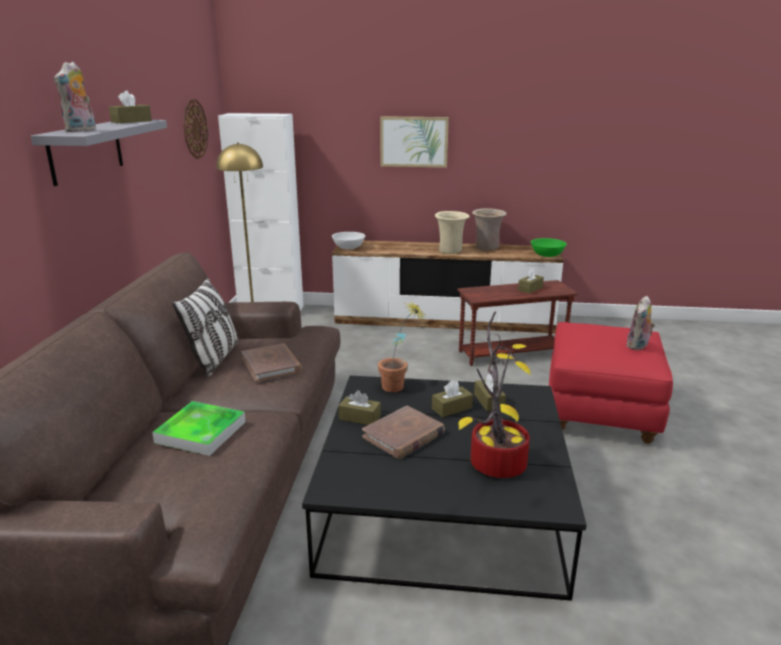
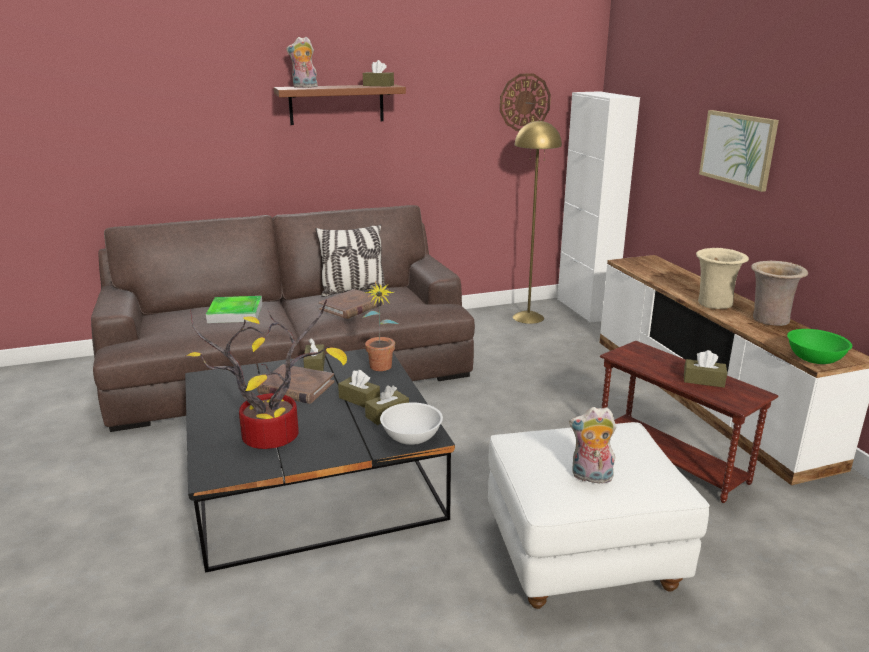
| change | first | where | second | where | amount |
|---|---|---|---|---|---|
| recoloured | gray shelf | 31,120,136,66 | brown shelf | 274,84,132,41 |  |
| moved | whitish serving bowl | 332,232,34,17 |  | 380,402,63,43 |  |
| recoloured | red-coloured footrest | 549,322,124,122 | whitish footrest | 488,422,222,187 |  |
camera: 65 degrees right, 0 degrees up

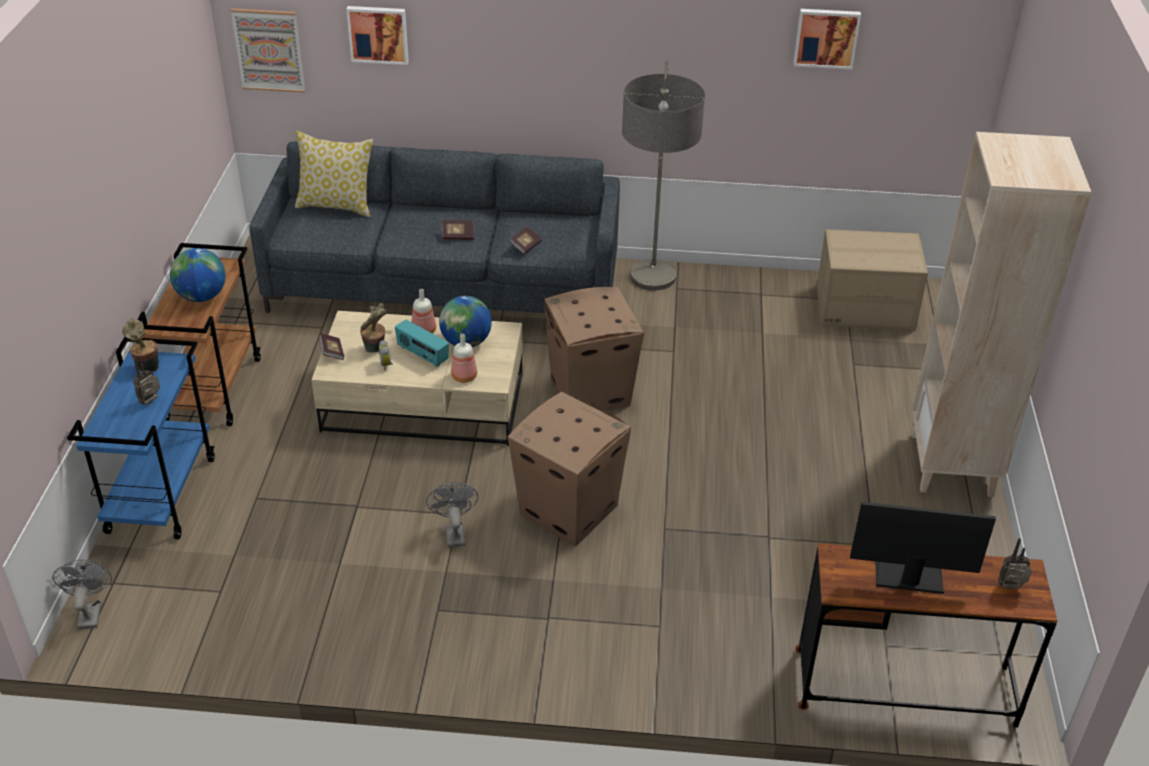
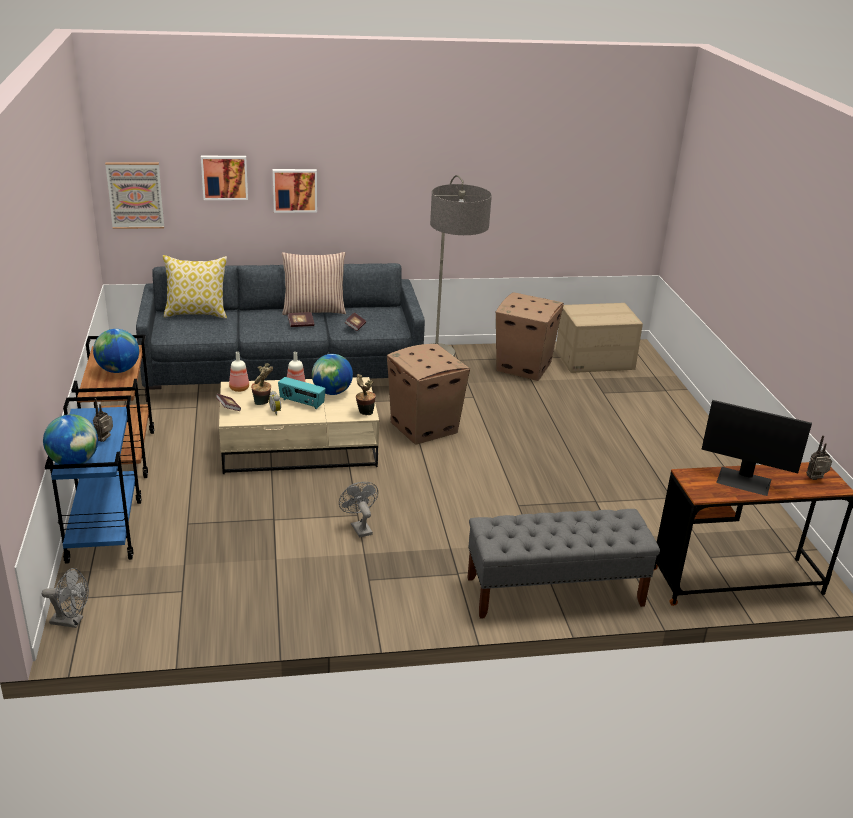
| change | first | where | second | where | amount |
|---|---|---|---|---|---|
| turned | gray fan | 53,560,59,69 |  | 42,568,47,60 | 120 degrees clockwise |
| added |  |  | world globe | 43,414,55,51 |  |
| moved | bottle | 451,334,26,49 |  | 229,352,20,40 |  |
| moved | picture | 794,9,67,60 |  | 273,169,44,44 |  |
| added |  |  | pillow | 282,252,64,63 |  |
| moved | houseplant | 122,318,37,54 |  | 356,374,20,41 |  |
| added |  |  | gray long seat | 467,509,193,110 |  |
| moved | cardboard box | 508,392,123,155 |  | 496,292,68,89 |  |
| turned | computer display | 850,502,146,92 |  | 701,400,111,96 | 150 degrees counterclockwise |
| removed | sand-coloured bookcase | 911,132,180,365 |  |  |  |
camera: 15 degrees left, 10 degrees down

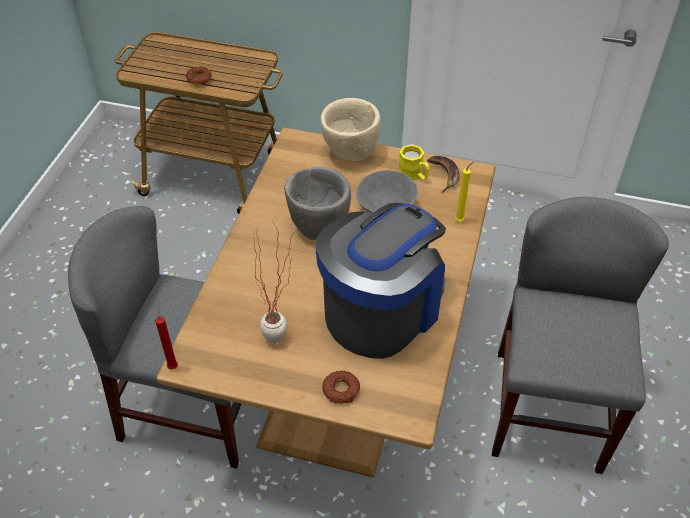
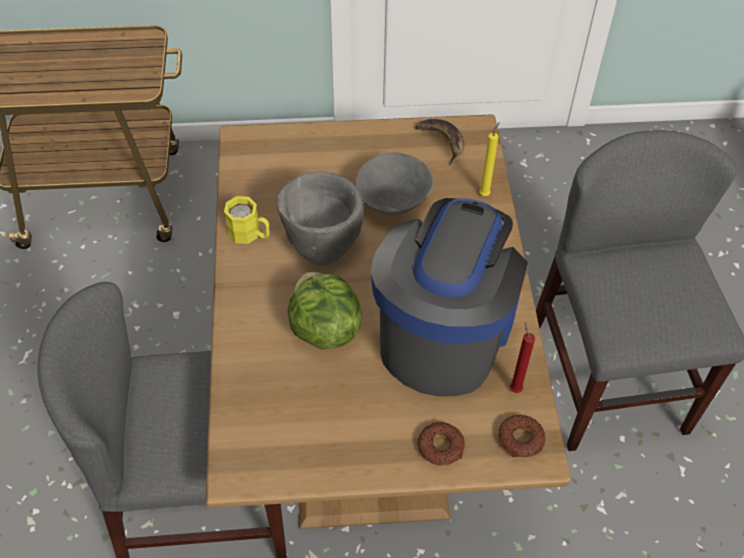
| change | first | where | second | where | amount |
|---|---|---|---|---|---|
| moved | yellowish coffee mug | 398,144,32,36 |  | 224,196,46,48 |  |
| added |  |  | lettuce | 288,272,74,77 |  |
| moved | donut | 186,67,26,18 |  | 498,415,48,43 |  |
| moved | red-coloured candle | 155,307,23,63 |  | 510,322,25,71 |  |
| removed | houseplant | 253,220,43,123 |  |  |  |
| removed | sand-coloured serving bowl | 320,98,61,63 |  |  |  |
camera: 20 degrees left, 5 degrees up

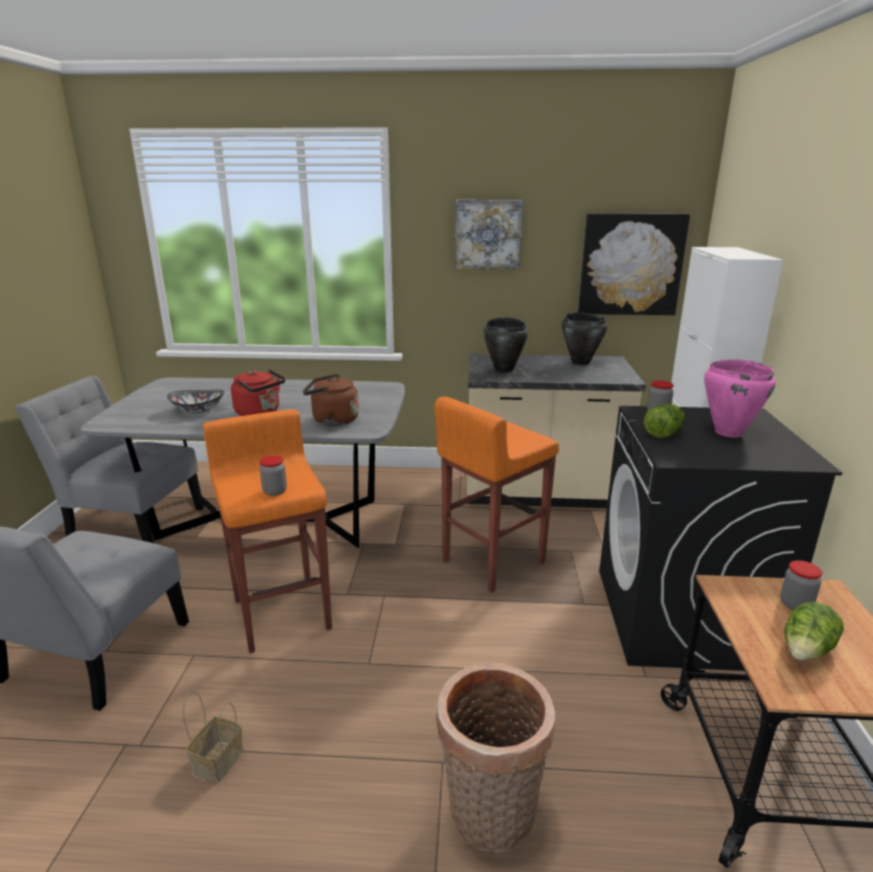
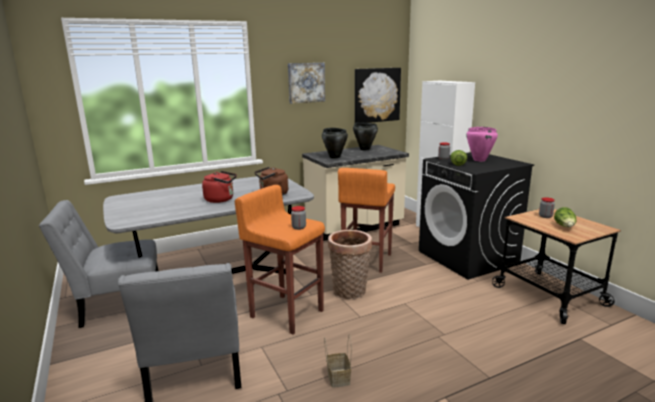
| change | first | where | second | where | amount |
|---|---|---|---|---|---|
| moved | storage basket | 436,663,119,189 |  | 328,230,44,69 |  |
| removed | serving bowl | 167,390,57,23 |  |  |  |
camera: 30 degrees left, 5 degrees down

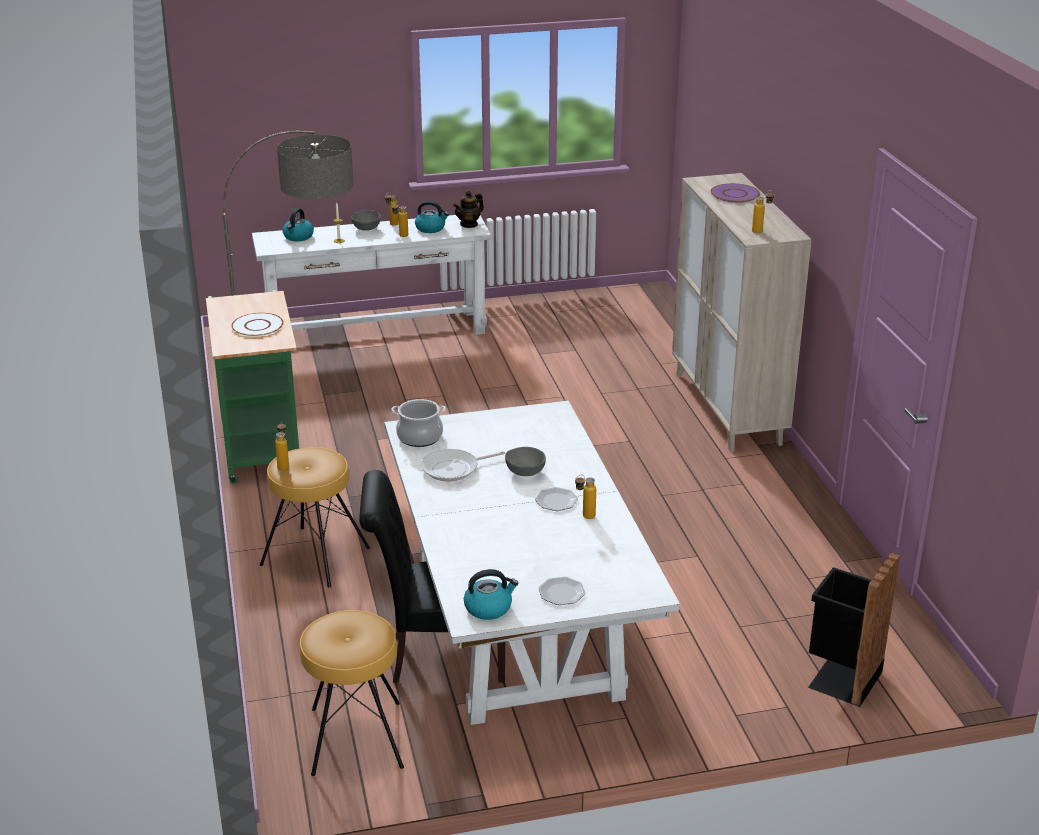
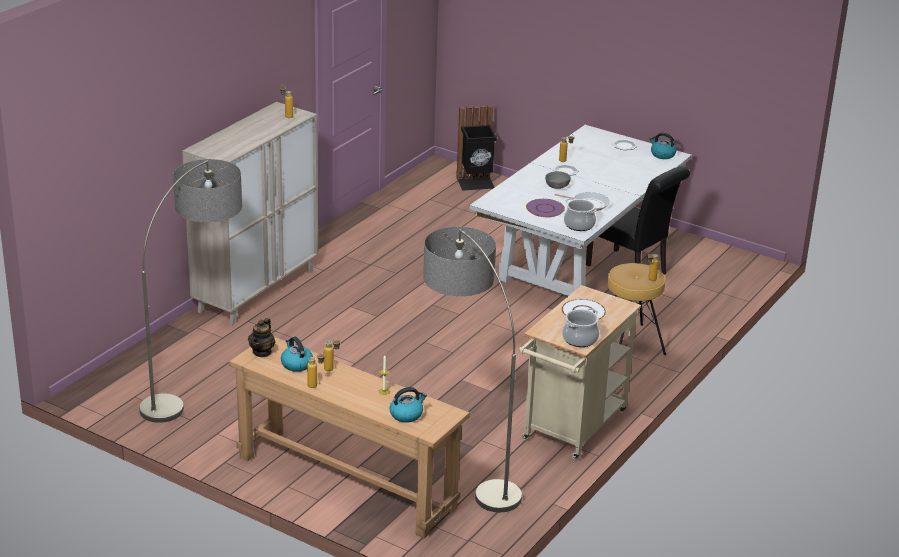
| change | first | where | second | where | amount |
|---|---|---|---|---|---|
| added |  |  | floor lamp | 139,159,103,264 |  |
| recoloured | whitish narrow table | 252,215,240,120 | brown narrow table | 229,337,241,202 |  |
| turned | teapot | 453,191,31,37 |  | 248,318,27,39 | 105 degrees clockwise |
| recoloured | green-coloured trolley | 205,290,94,194 | sand-coloured trolley | 518,285,123,175 |  |
| moved | purplish flat dish | 711,183,49,20 |  | 526,199,39,18 |  |
| added |  |  | stockpot | 562,308,37,39 |  |
| removed | brown stool seat | 300,610,104,166 |  |  |  |
| removed | gray serving bowl | 351,210,30,21 |  |  |  |
camera: 135 degrees left, 0 degrees up

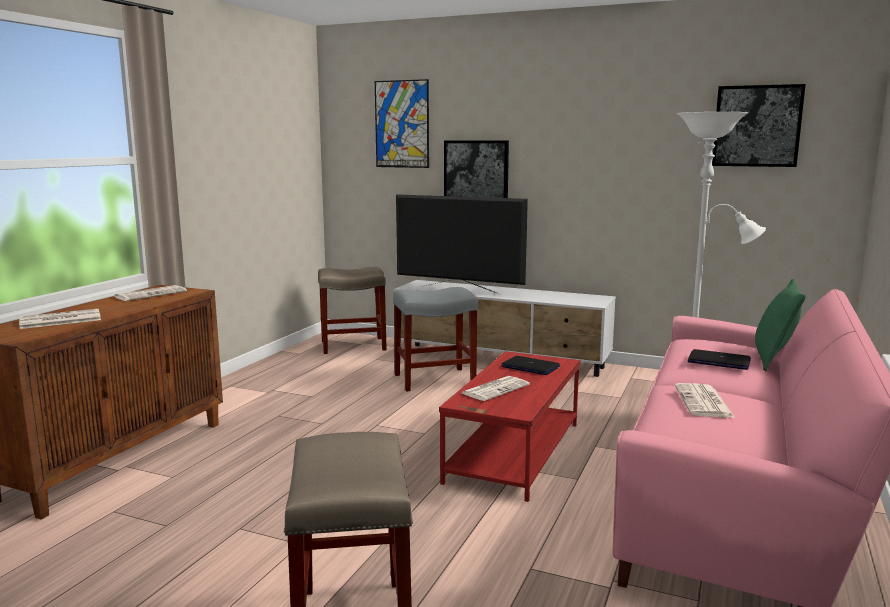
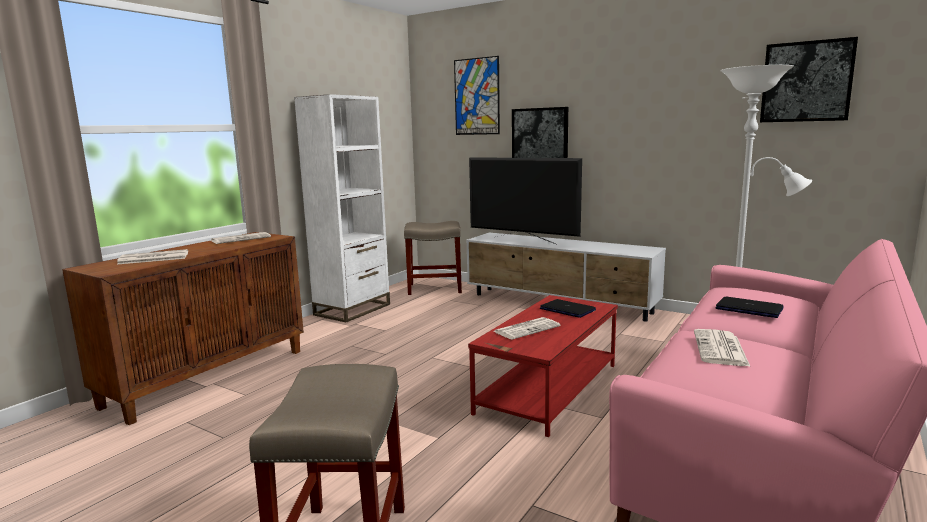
| change | first | where | second | where | amount |
|---|---|---|---|---|---|
| added |  |  | whitish bookcase | 294,94,96,228 |  |
| removed | gray stool seat | 393,287,85,105 |  |  |  |
| removed | green-coloured pillow | 755,279,51,92 |  |  |  |
camera: 10 degrees right, 0 degrees up

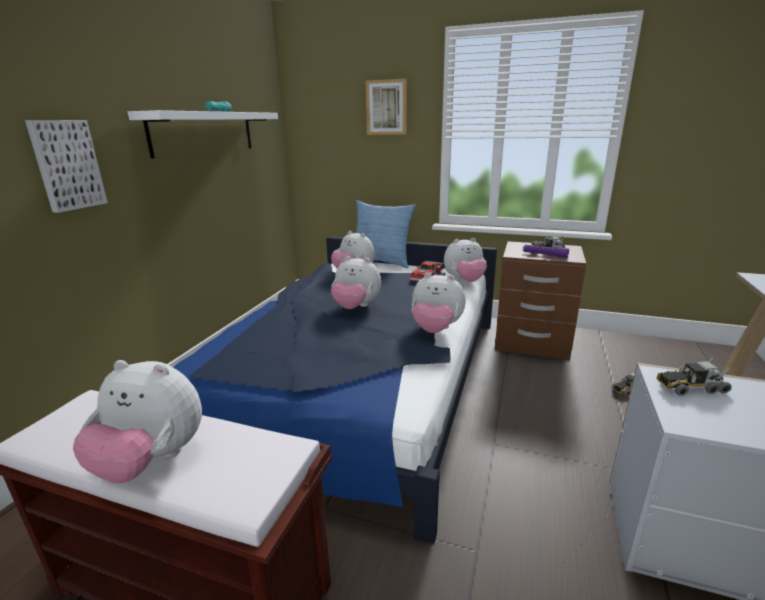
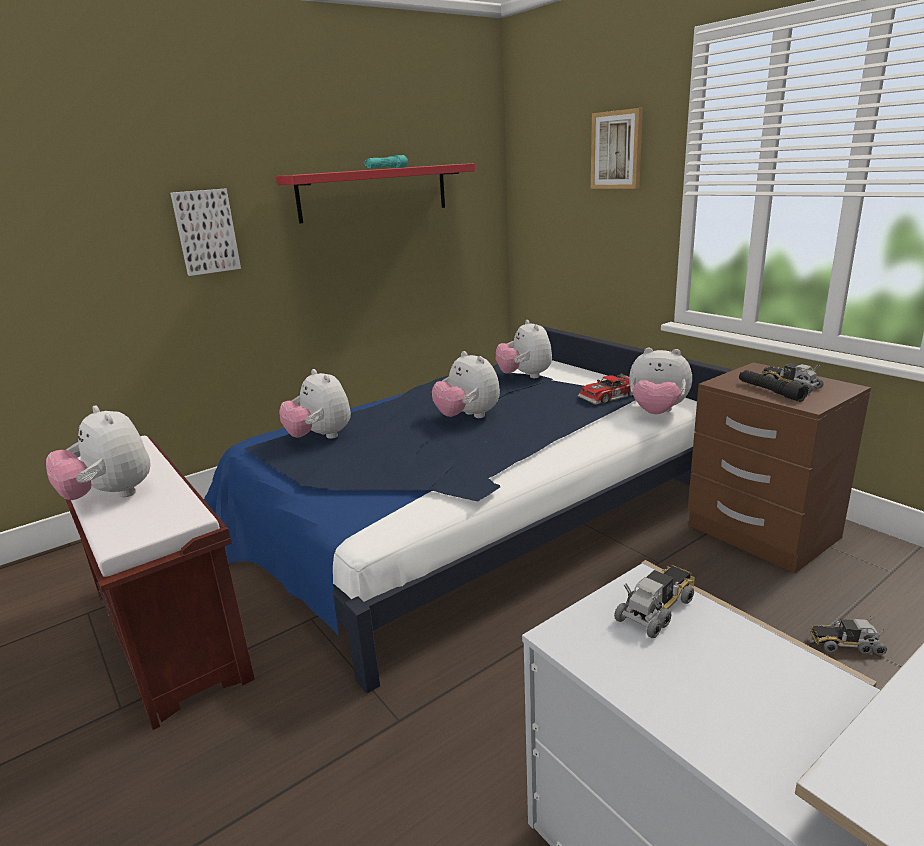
| change | first | where | second | where | amount |
|---|---|---|---|---|---|
| recoloured | whitish shelf | 128,110,150,49 | red-coloured shelf | 276,163,199,60 |  |
| moved | plush toy | 411,273,55,60 |  | 280,369,71,70 |  |
| turned | toy lorry | 657,358,75,38 |  | 614,565,81,73 | 105 degrees clockwise |
| recoloured | purplish hand torch | 523,245,46,13 | black-coloured hand torch | 739,370,69,32 |  |
| removed | pillow | 356,200,60,68 |  |  |  |
camera: 35 degrees right, 0 degrees up

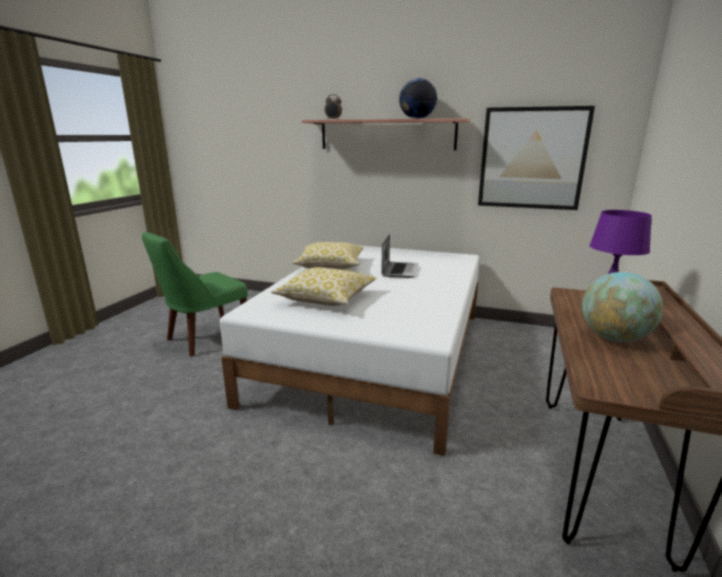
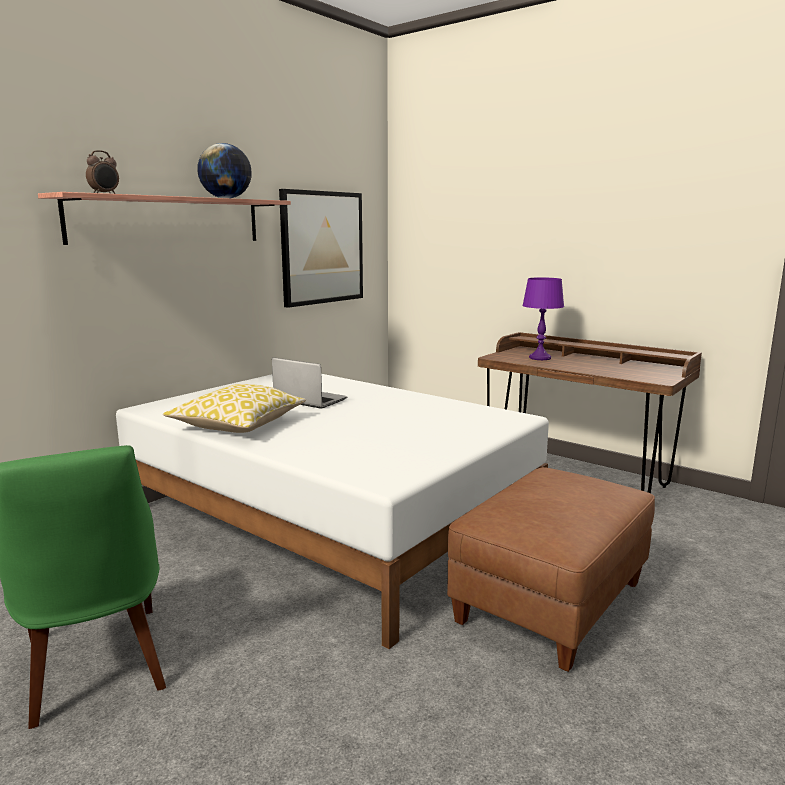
| change | first | where | second | where | amount |
|---|---|---|---|---|---|
| added |  |  | brown footrest | 447,467,208,205 |  |
| removed | pillow | 271,267,106,39 |  |  |  |
| removed | world globe | 582,272,81,70 |  |  |  |
camera: 70 degrees left, 5 degrees down

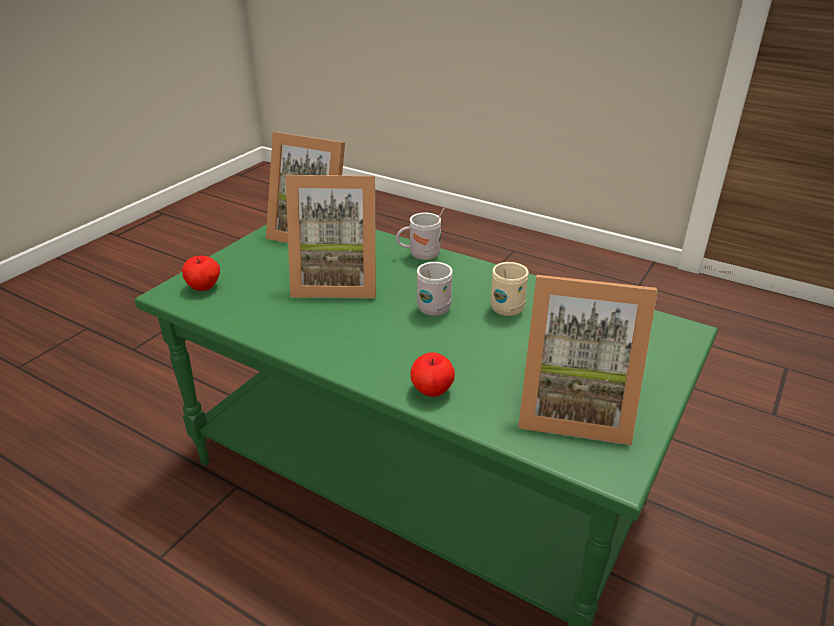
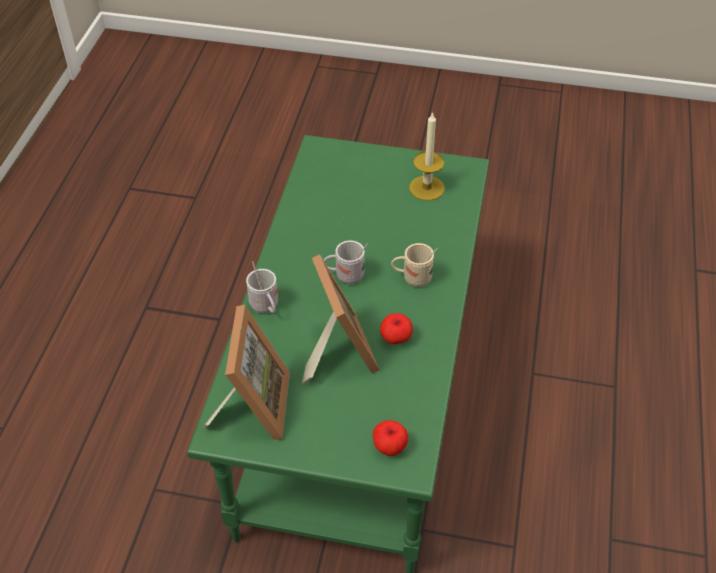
| change | first | where | second | where | amount |
|---|---|---|---|---|---|
| moved | apple fruit | 410,352,45,45 |  | 380,313,33,31 |  |
| moved | sand-coloured coffee mug | 491,262,38,54 |  | 391,243,47,44 |  |
| replaced | standing frame | 518,275,140,171 | candle | 409,111,36,90 |  |
camera: 110 degrees left, 15 degrees up

